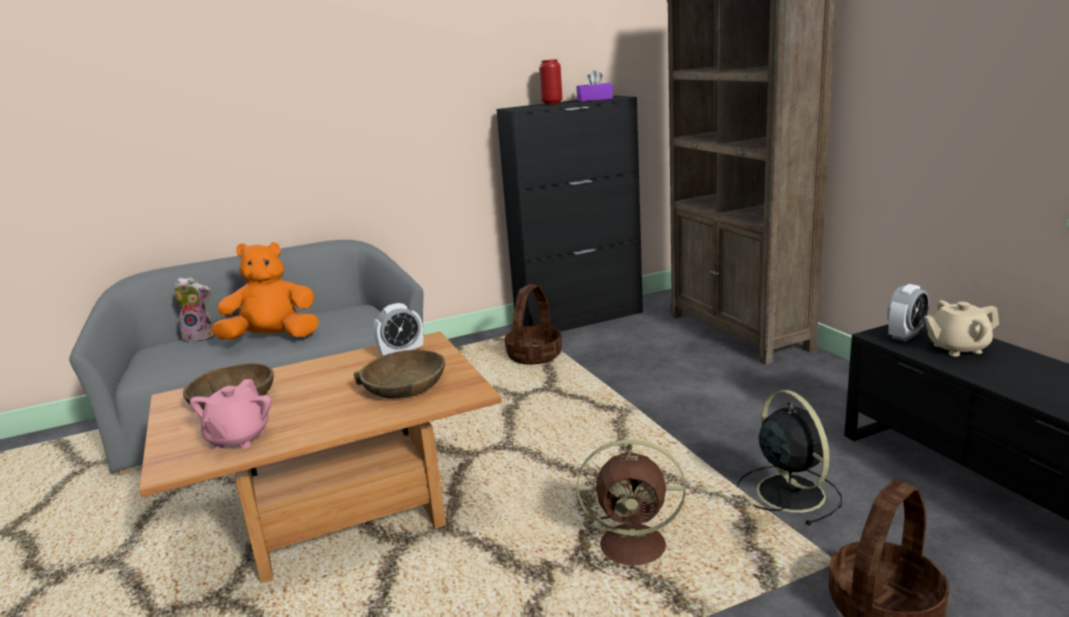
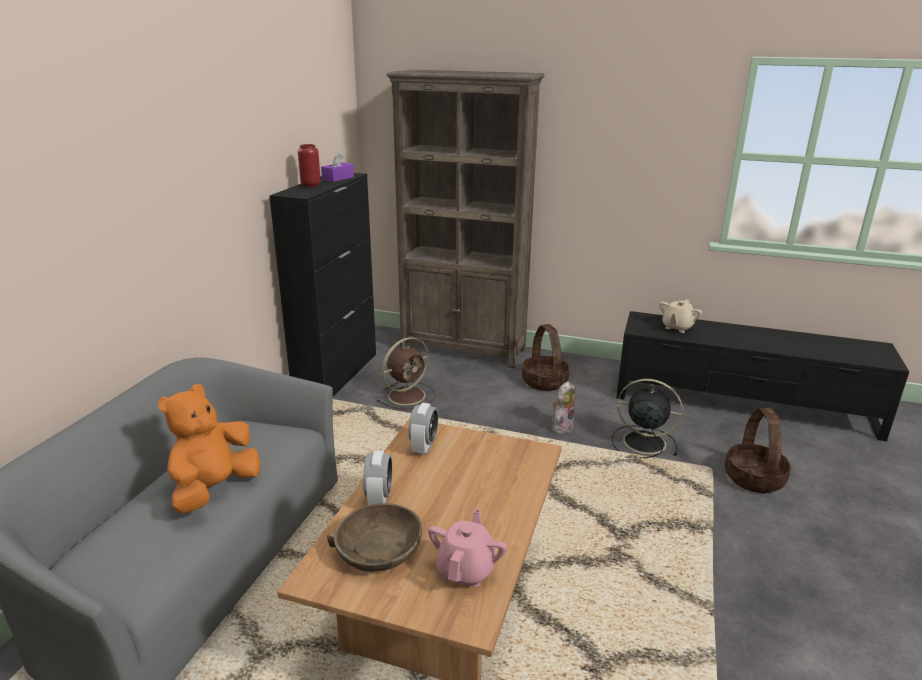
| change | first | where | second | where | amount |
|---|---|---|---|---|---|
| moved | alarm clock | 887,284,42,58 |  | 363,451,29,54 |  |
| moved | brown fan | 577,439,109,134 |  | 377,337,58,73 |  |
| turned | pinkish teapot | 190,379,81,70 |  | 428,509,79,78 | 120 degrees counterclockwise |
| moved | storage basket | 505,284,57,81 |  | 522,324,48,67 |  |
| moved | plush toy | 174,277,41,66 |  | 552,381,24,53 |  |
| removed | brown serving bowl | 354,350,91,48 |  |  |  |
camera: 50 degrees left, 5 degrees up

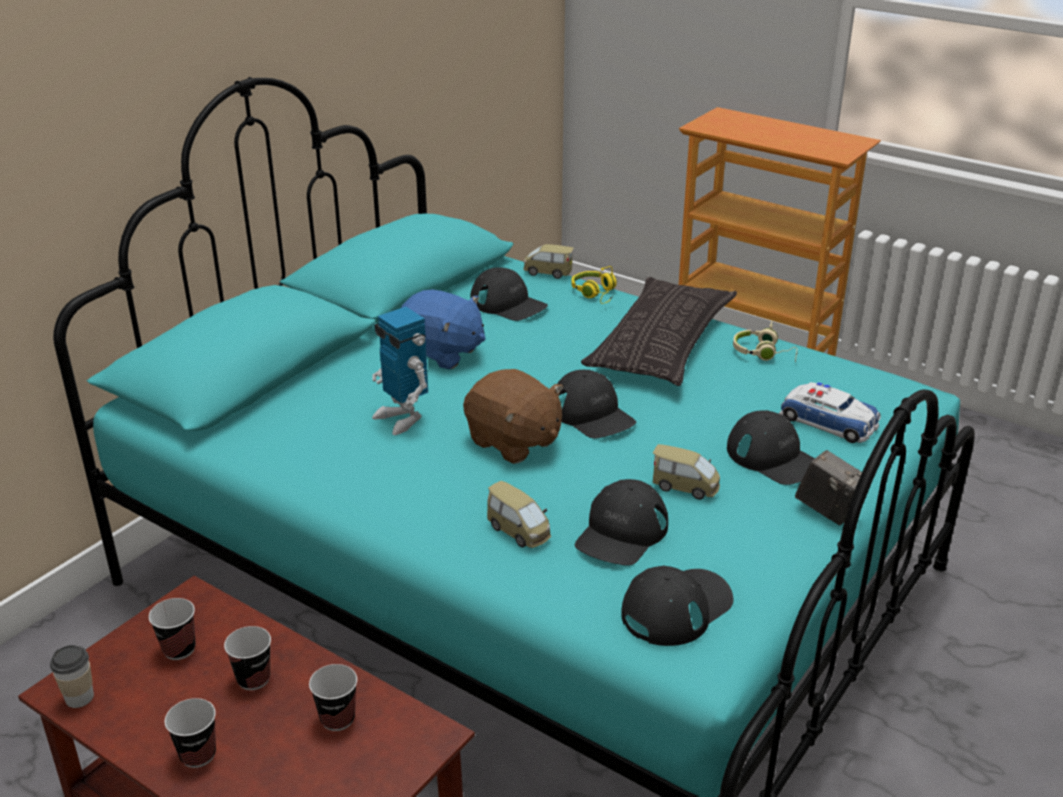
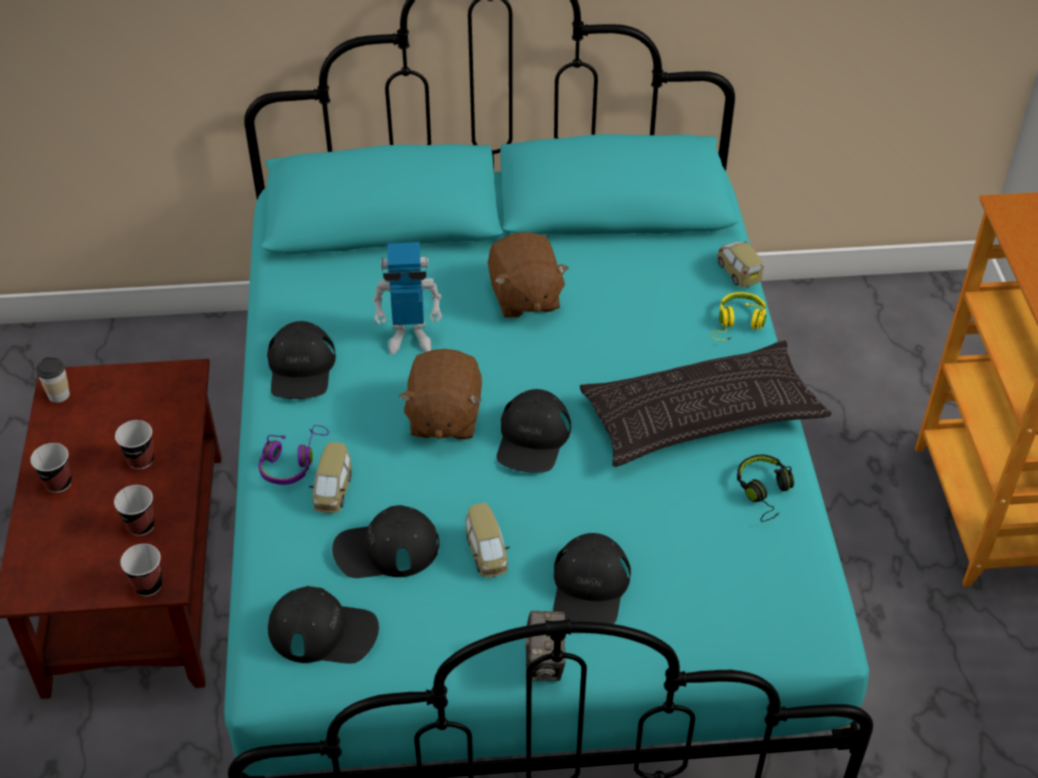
| change | first | where | second | where | amount |
|---|---|---|---|---|---|
| moved | small cup | 149,598,47,62 |  | 120,544,42,52 |  |
| added |  |  | purplish headphones | 258,425,71,60 |  |
| moved | black-coloured baseball cap | 470,267,78,54 |  | 267,321,69,78 |  |
| turned | robot figure | 372,307,56,128 |  | 373,242,69,113 | 105 degrees counterclockwise |
| recoloured | blue-coloured plush toy | 401,290,85,79 | brown plush toy | 488,232,81,86 |  |
| recoloured | sand-coloured headphones | 733,320,65,42 | black-coloured headphones | 737,454,57,68 |  |
| removed | toy car | 779,382,102,61 |  |  |  |
camera: 50 degrees right, 15 degrees up

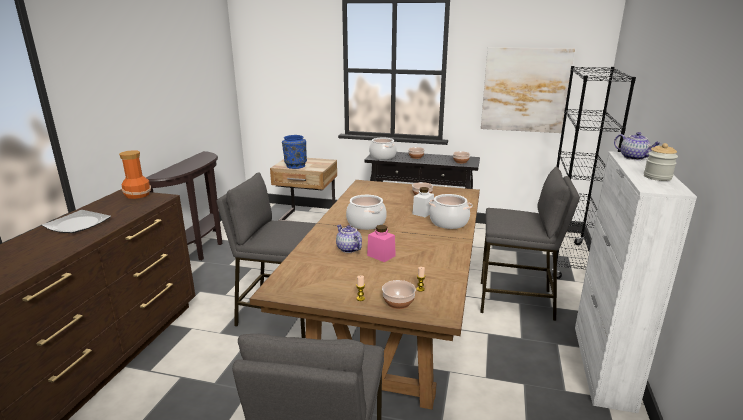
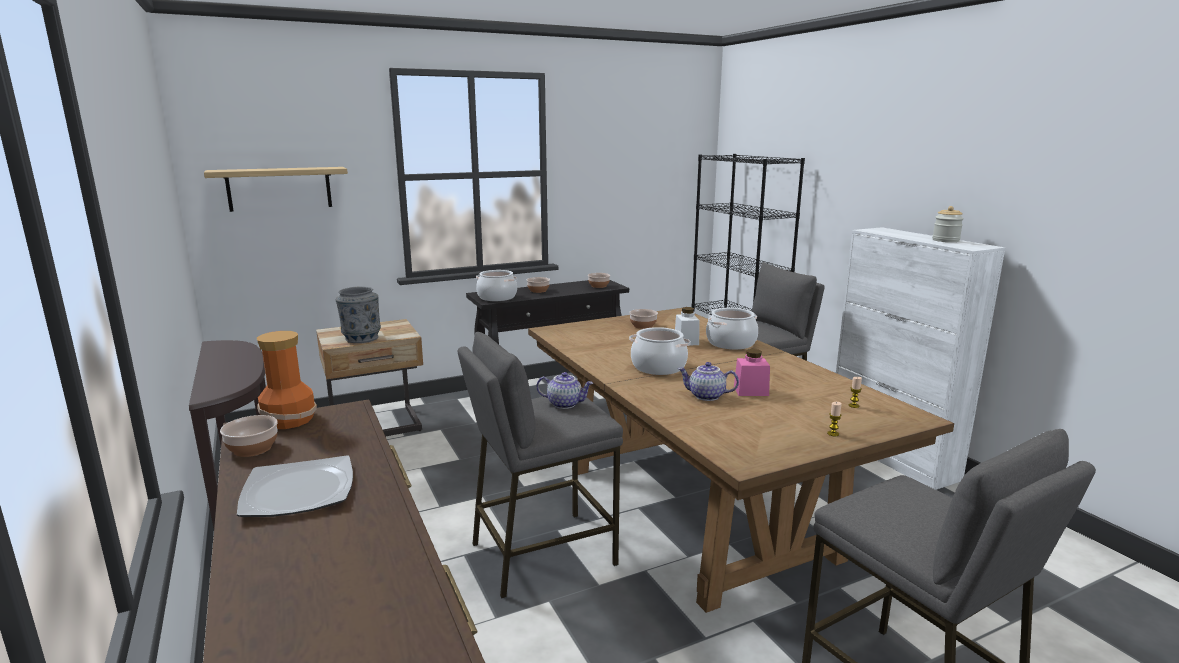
| change | first | where | second | where | amount |
|---|---|---|---|---|---|
| added |  |  | shelf | 204,167,144,45 |  |
| moved | serving bowl | 382,280,34,29 |  | 220,415,58,42 |  |
| recoloured | blue-coloured vase | 282,135,25,34 | gray vase | 336,286,45,57 |  |
| moved | teapot | 614,132,47,28 |  | 537,372,56,37 |  |
| removed | picture | 481,47,94,86 |  |  |  |
camera: 40 degrees left, 5 degrees down

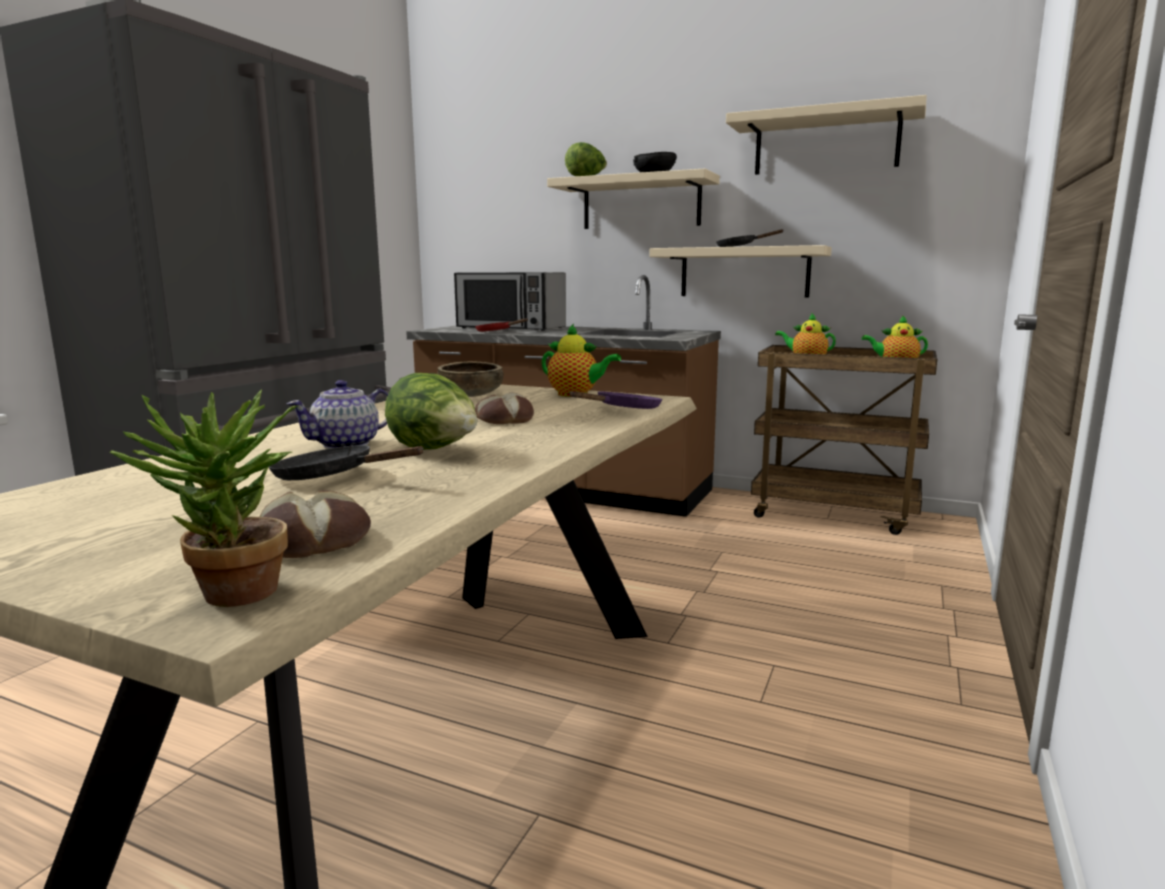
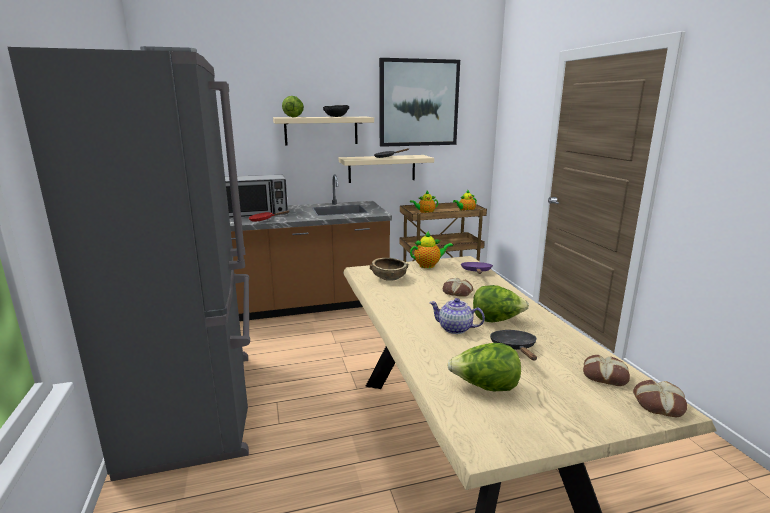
| change | first | where | second | where | amount |
|---|---|---|---|---|---|
| replaced | sand-coloured shelf | 726,95,201,80 | picture | 379,58,81,89 |  |
| turned | teapot | 287,380,101,69 |  | 429,298,56,36 | 105 degrees clockwise |
| added |  |  | lettuce | 447,343,74,48 |  |
| turned | black-coloured frying pan | 269,445,155,35 |  | 490,330,47,30 | 105 degrees clockwise |
| replaced | houseplant | 109,389,190,218 | bakery bread | 633,380,54,37 |  |
camera: 40 degrees left, 5 degrees up

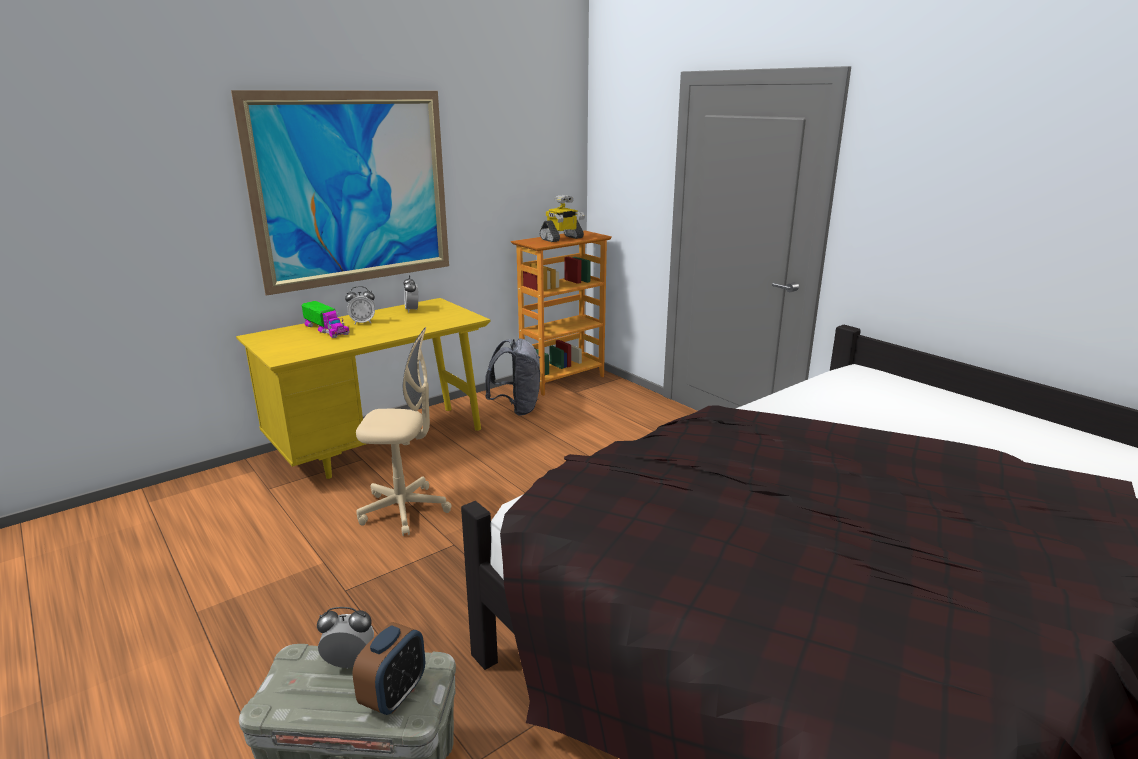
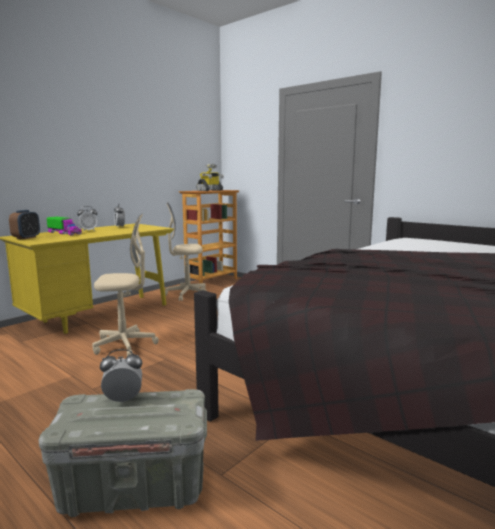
| change | first | where | second | where | amount |
|---|---|---|---|---|---|
| moved | alarm clock | 353,622,72,93 |  | 9,210,31,29 |  |
| replaced | gray rucksack | 485,338,55,77 | sand-coloured desk chair | 165,202,42,99 |  |
| removed | picture | 231,90,218,206 |  |  |  |
camera: 10 degrees left, 10 degrees down

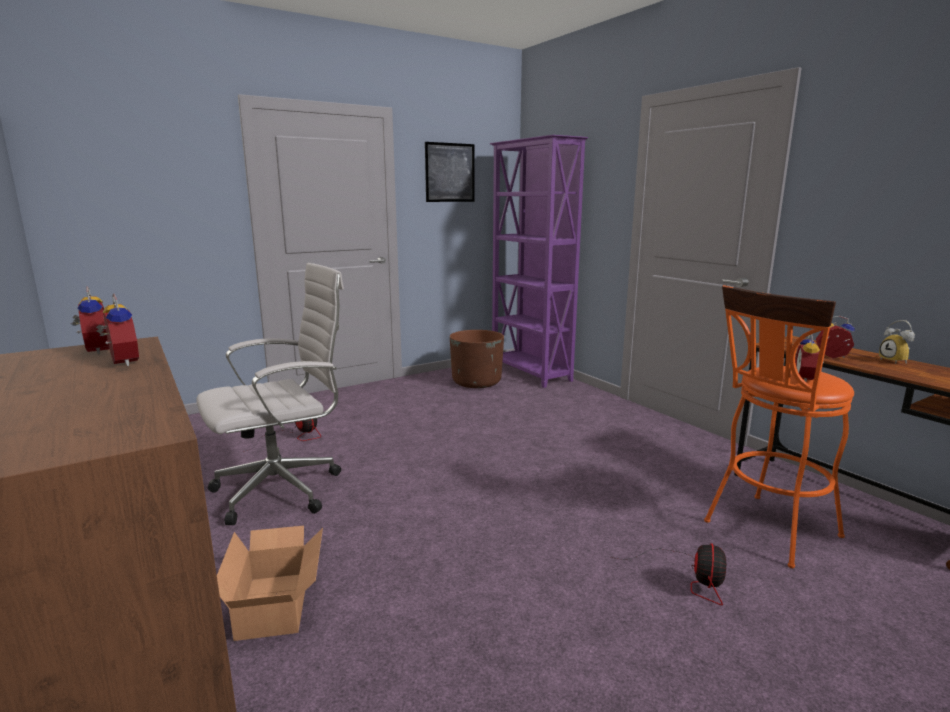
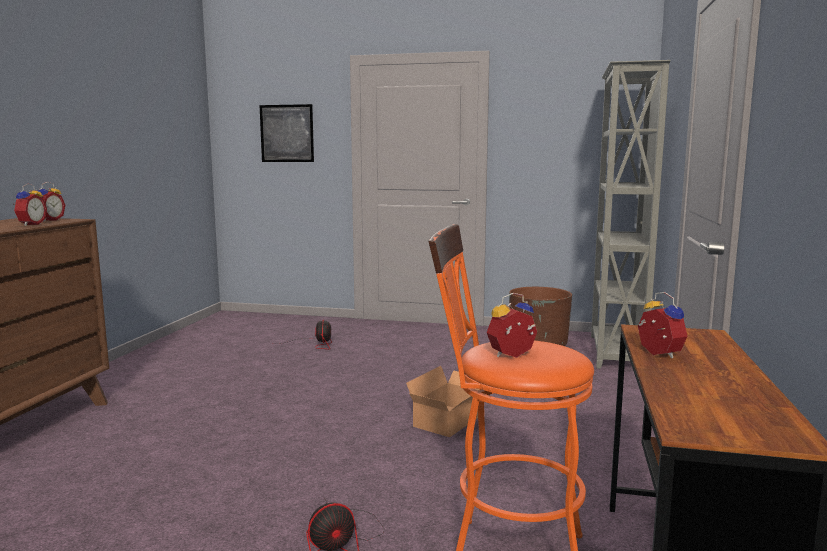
| change | first | where | second | where | amount |
|---|---|---|---|---|---|
| moved | picture | 425,142,50,60 |  | 259,104,55,58 |  |
| moved | cardboard box | 217,526,106,115 |  | 406,366,74,71 |  |
| recoloured | purplish bookcase | 490,135,98,253 | gray bookcase | 591,60,79,309 |  |
| removed | whitish desk chair | 196,263,148,262 |  |  |  |
| removed | alarm clock | 879,320,36,44 |  |  |  |
camera: 45 degrees right, 5 degrees down

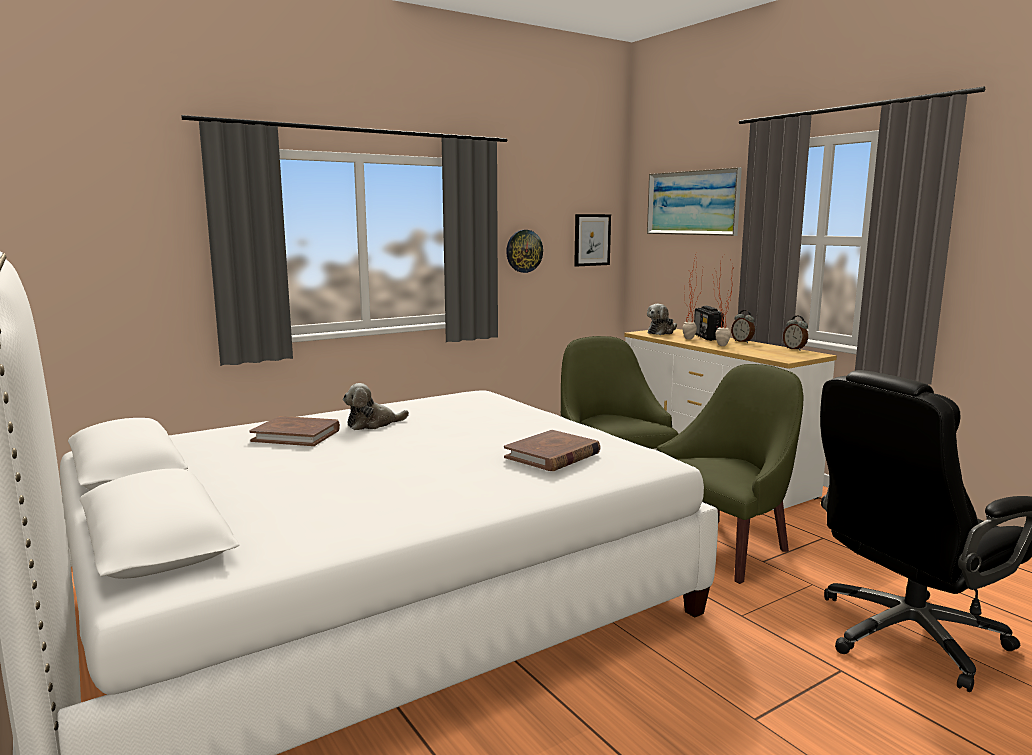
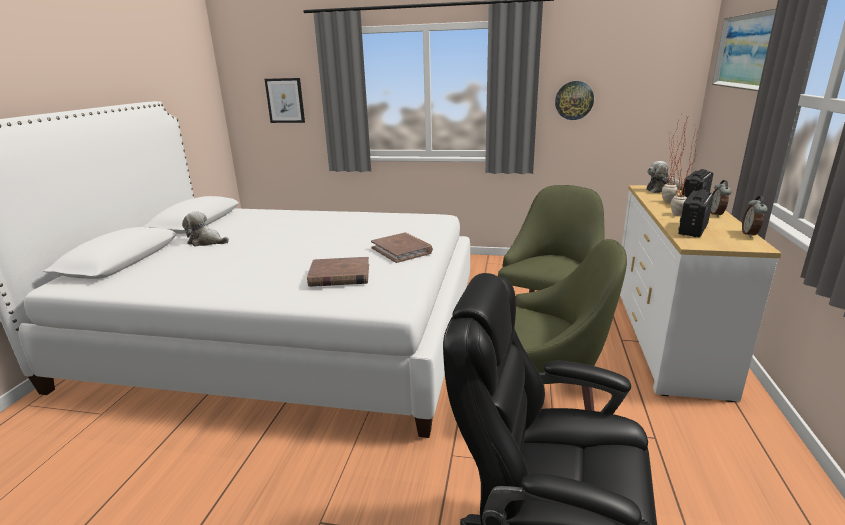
| change | first | where | second | where | amount |
|---|---|---|---|---|---|
| moved | plush toy | 343,383,66,47 |  | 182,211,47,35 |  |
| moved | picture | 574,214,37,52 |  | 265,78,40,45 |  |
| moved | brown bound book | 249,416,91,30 |  | 371,233,62,30 |  |
| added |  |  | radio receiver | 678,189,36,48 |  |
camera: 45 degrees right, 10 degrees up

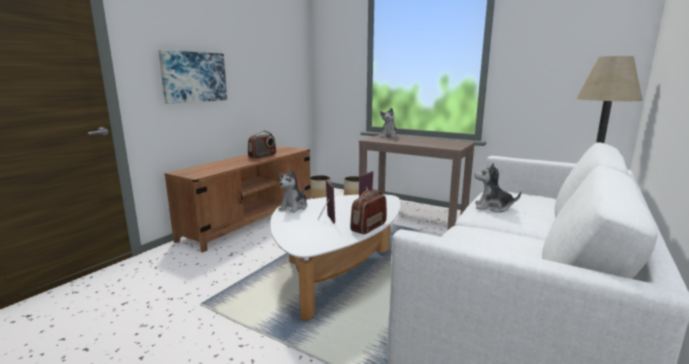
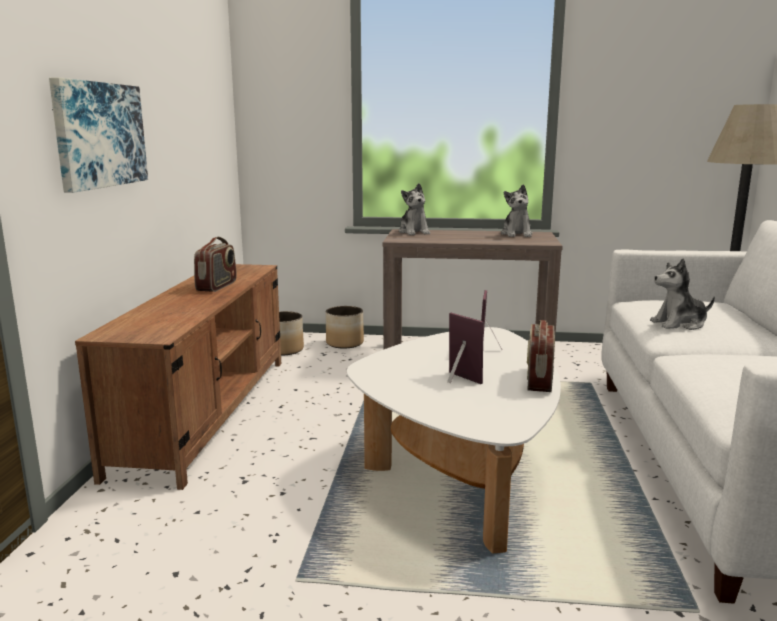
| change | first | where | second | where | amount |
|---|---|---|---|---|---|
| moved | plush toy | 278,169,29,44 |  | 501,184,32,53 |  |
camera: 25 degrees left, 0 degrees up

